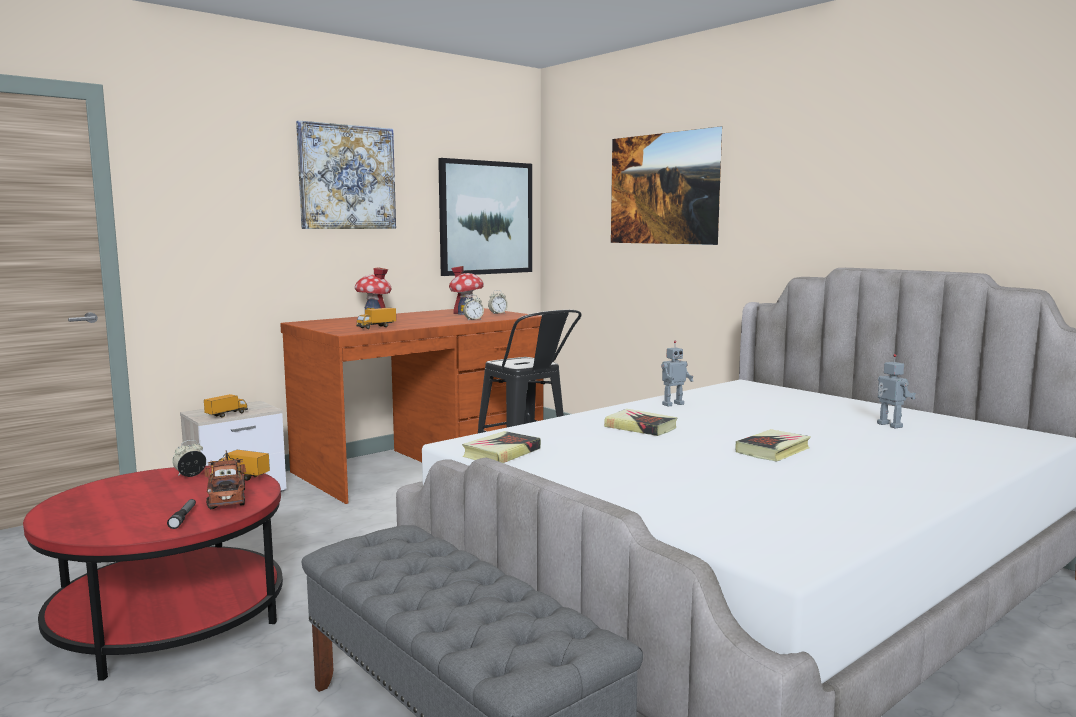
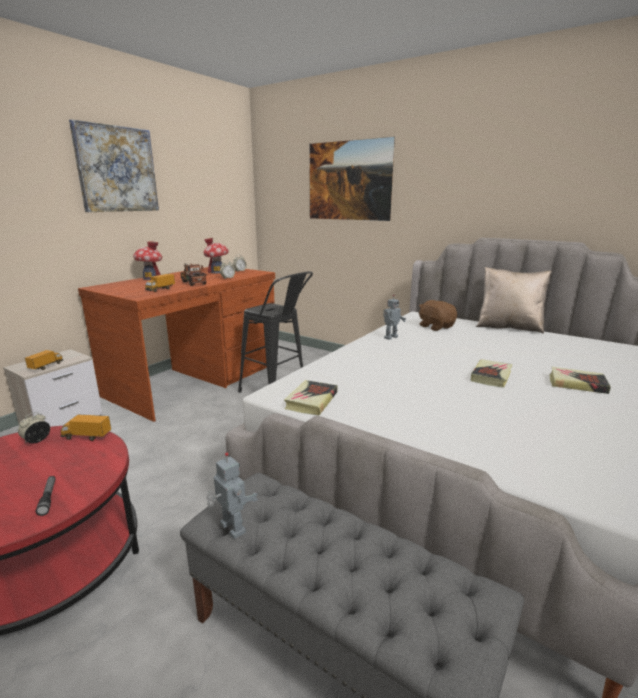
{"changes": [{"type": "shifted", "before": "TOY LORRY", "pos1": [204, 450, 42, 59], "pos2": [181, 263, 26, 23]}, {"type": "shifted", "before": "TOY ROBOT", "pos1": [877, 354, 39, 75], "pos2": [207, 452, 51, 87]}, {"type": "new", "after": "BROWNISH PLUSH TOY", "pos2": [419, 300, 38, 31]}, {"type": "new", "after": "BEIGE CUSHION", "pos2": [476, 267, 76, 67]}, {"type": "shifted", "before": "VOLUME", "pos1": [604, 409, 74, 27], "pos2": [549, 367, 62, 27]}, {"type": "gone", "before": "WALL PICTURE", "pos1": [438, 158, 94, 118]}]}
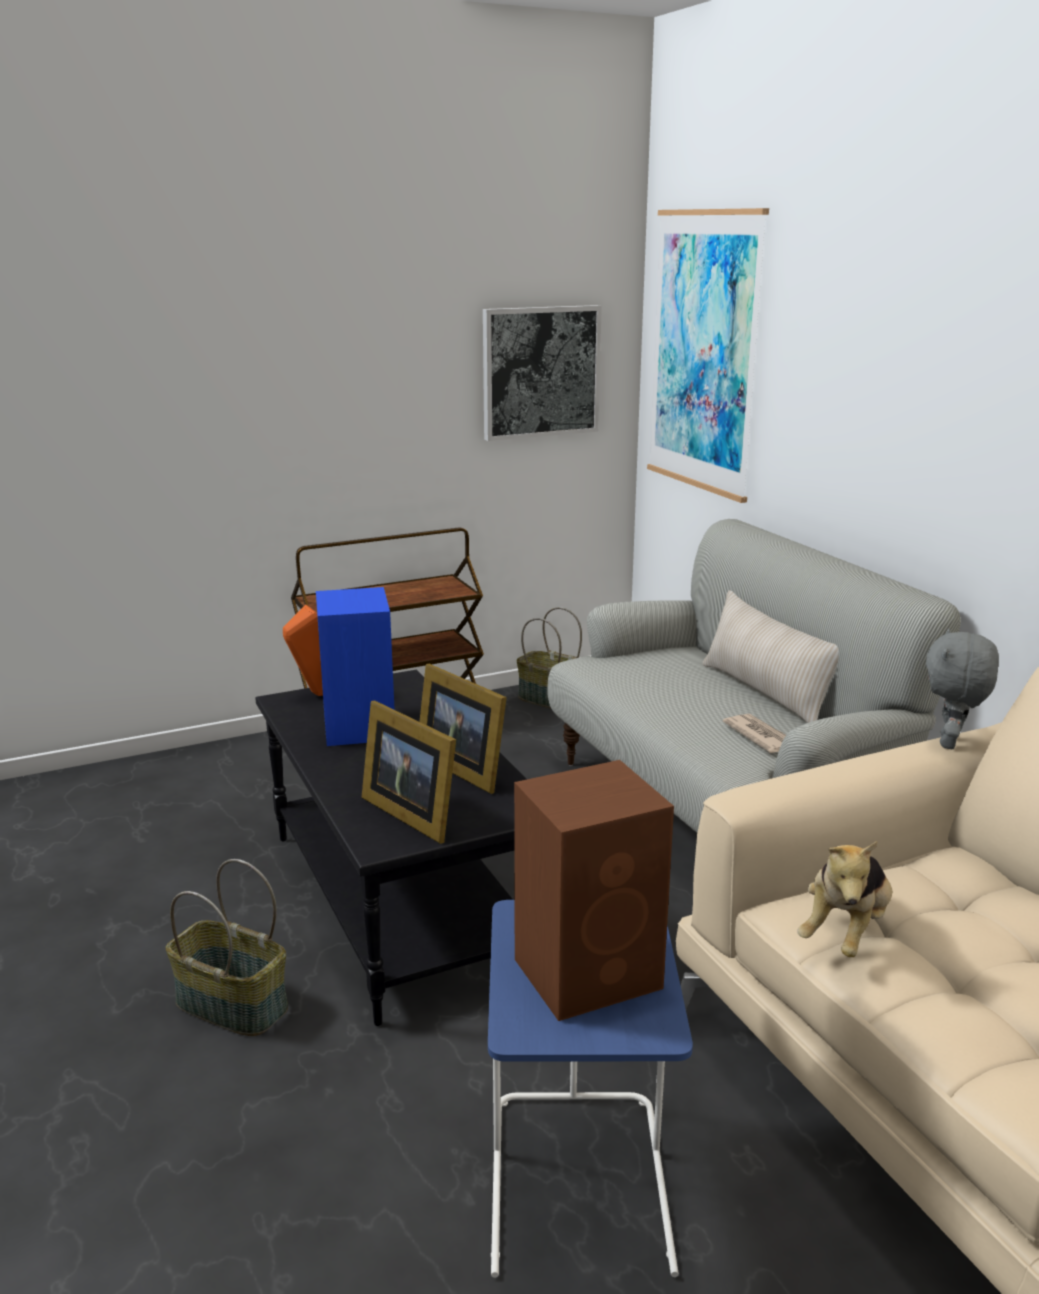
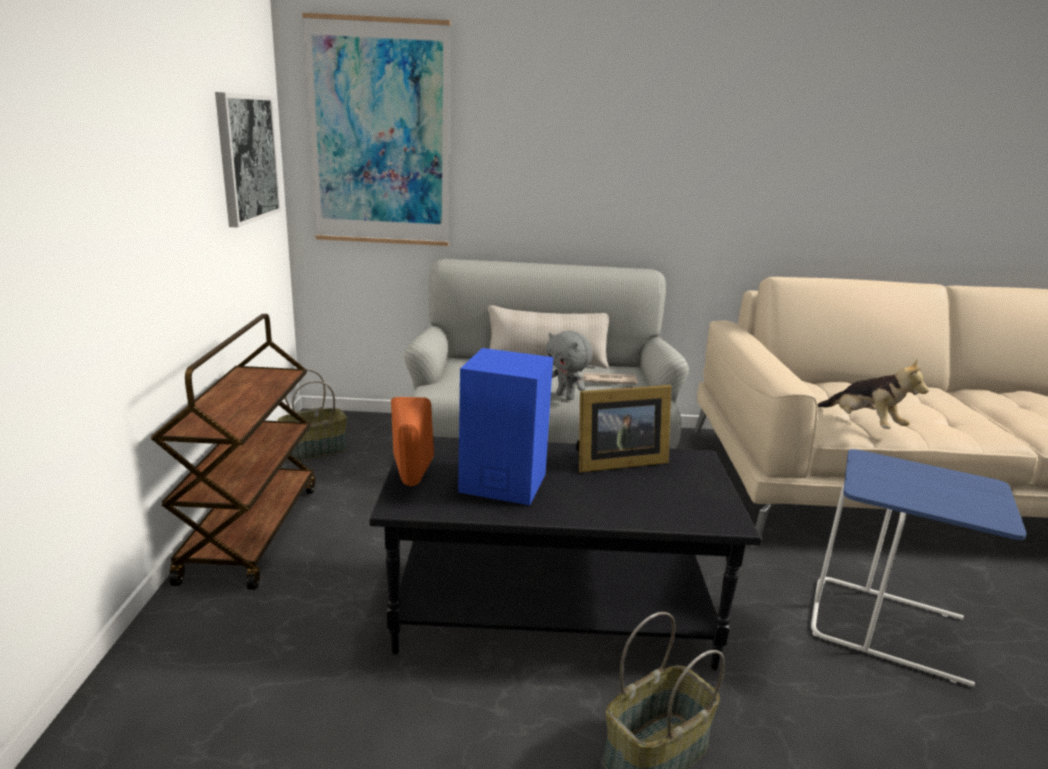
{"changes": [{"type": "shifted", "before": "GRAY PLUSH TOY", "pos1": [926, 628, 73, 121], "pos2": [546, 331, 47, 69]}, {"type": "gone", "before": "PICTURE FRAME", "pos1": [361, 700, 95, 144]}, {"type": "gone", "before": "BROWNISH SPEAKER", "pos1": [514, 760, 160, 261]}]}
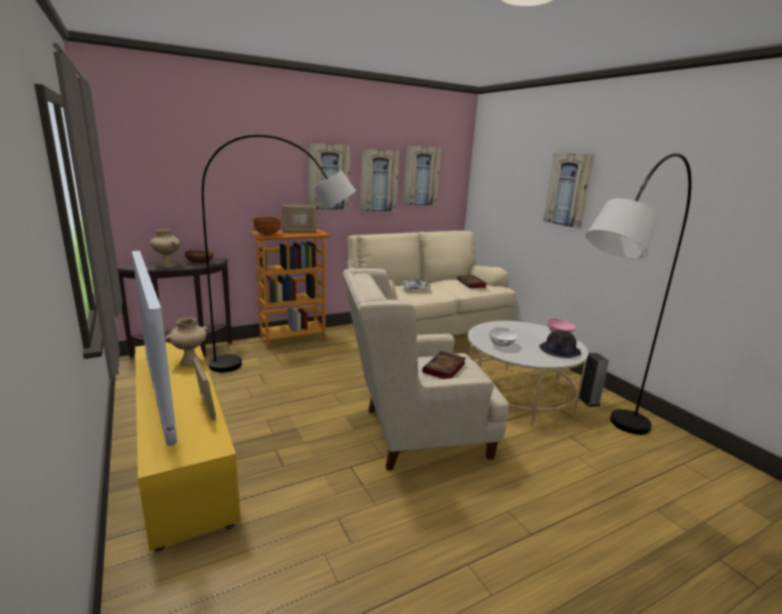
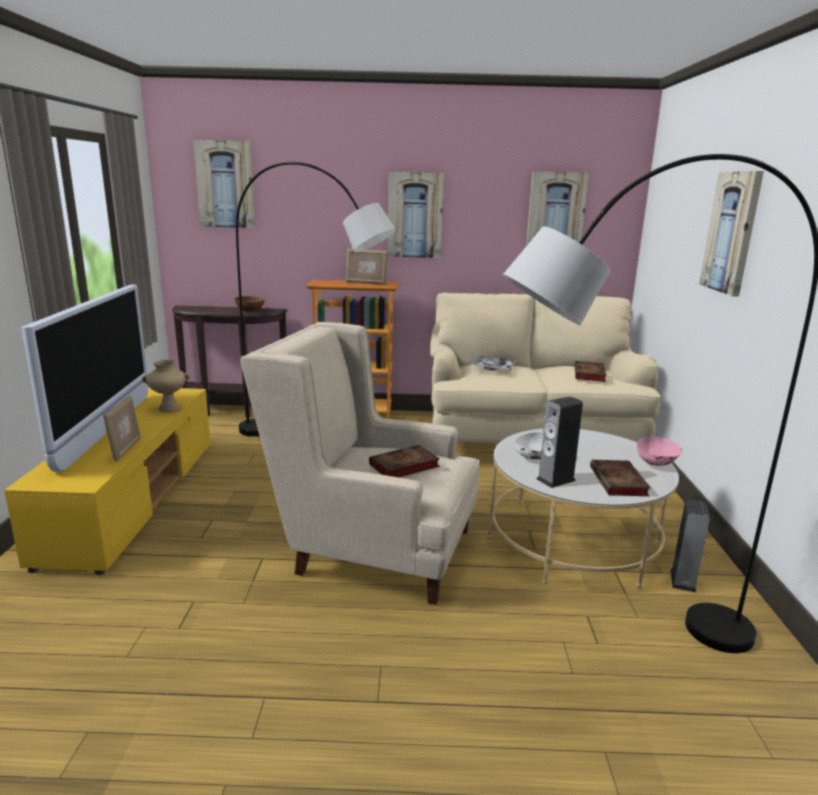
{"changes": [{"type": "shifted", "before": "WALL PICTURE", "pos1": [360, 149, 39, 63], "pos2": [194, 140, 61, 88]}, {"type": "new", "after": "SPEAKER", "pos2": [536, 396, 47, 92]}, {"type": "swapped", "before": "BLACK-COLOURED WEARABLE HAT", "after": "VOLUME", "pos1": [539, 330, 42, 28], "pos2": [590, 460, 61, 36]}, {"type": "gone", "before": "BEIGE DECORATIVE VASE", "pos1": [150, 229, 31, 39]}, {"type": "gone", "before": "BROWNISH SERVING BOWL", "pos1": [252, 216, 29, 20]}]}
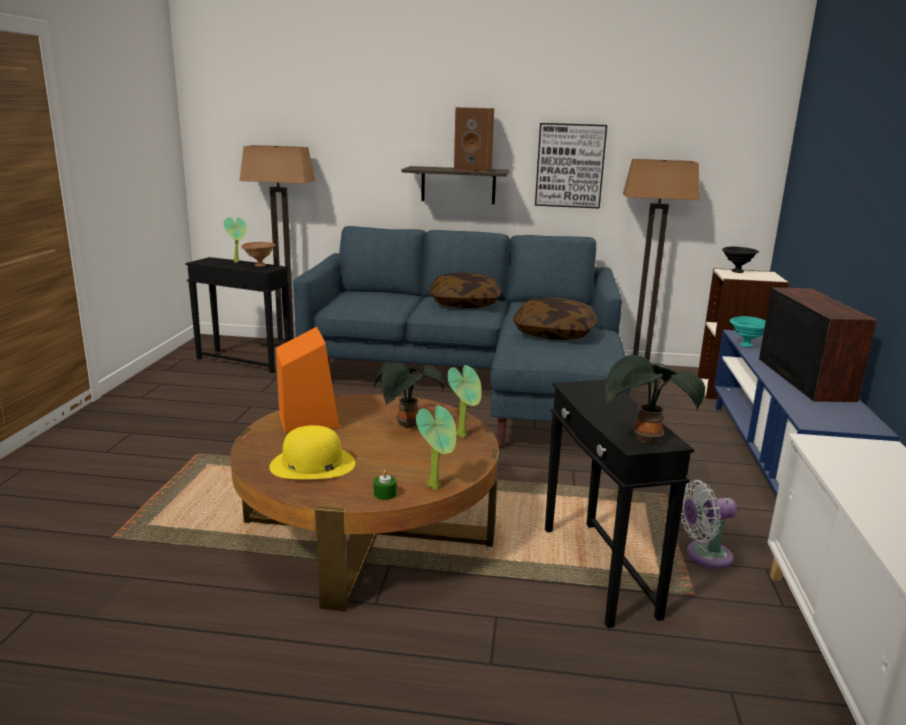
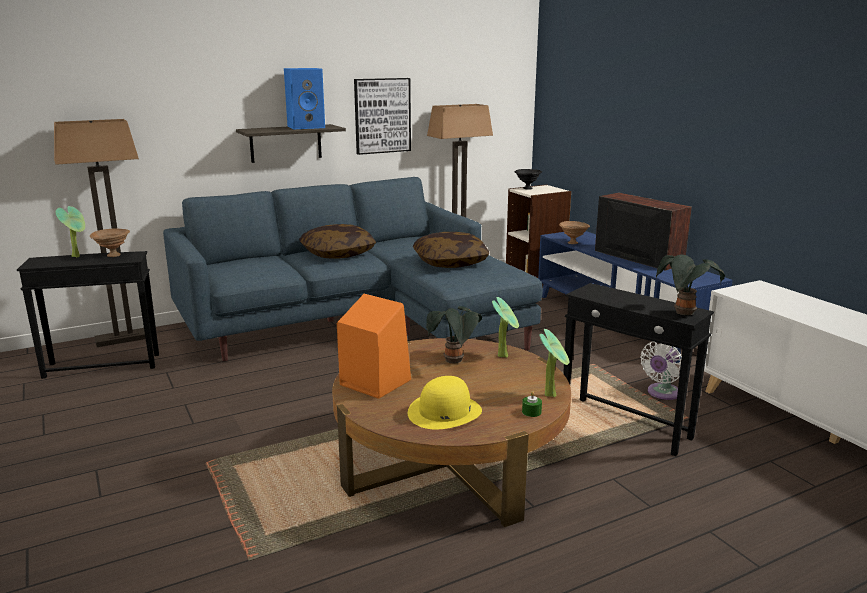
{"changes": [{"type": "repainted", "before": "BROWNISH SPEAKER", "after": "BLUISH SPEAKER", "pos1": [454, 107, 40, 65], "pos2": [284, 68, 41, 61]}, {"type": "repainted", "before": "TURQUOISE-COLOURED SERVING BOWL", "after": "BROWNISH SERVING BOWL", "pos1": [730, 316, 36, 31], "pos2": [559, 221, 31, 23]}]}
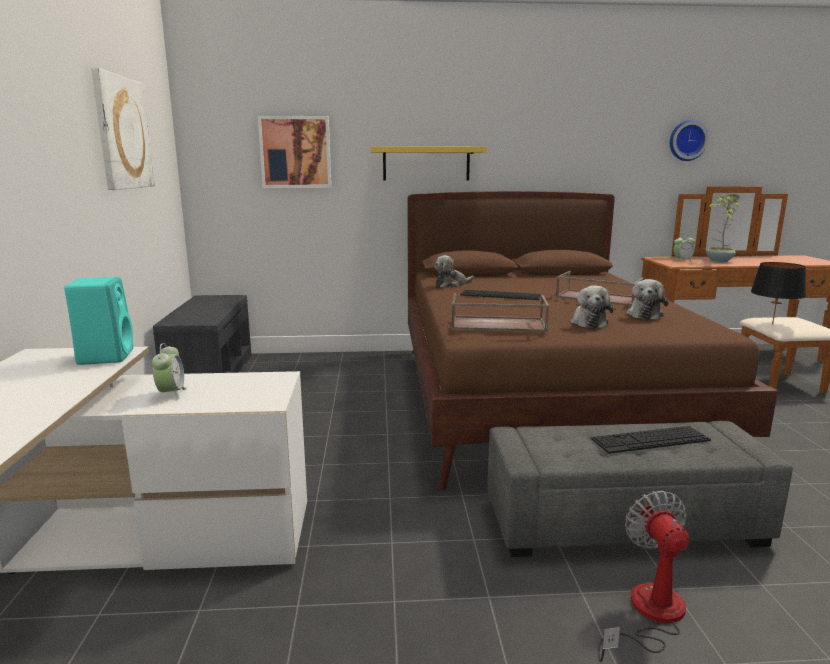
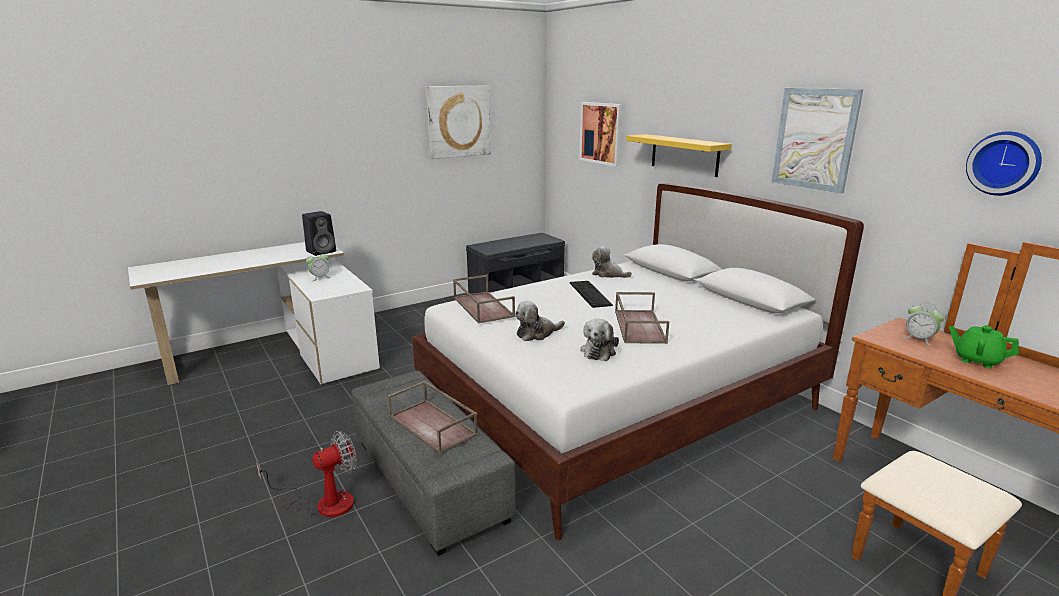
{"changes": [{"type": "repainted", "before": "TURQUOISE-COLOURED SPEAKER", "after": "BLACK-COLOURED SPEAKER", "pos1": [64, 277, 69, 88], "pos2": [302, 211, 34, 45]}, {"type": "swapped", "before": "COMPUTER KEYBOARD", "after": "BROWNISH CARRYING TRAY", "pos1": [591, 426, 120, 28], "pos2": [388, 381, 90, 73]}, {"type": "repainted", "before": "BROWNISH BEDROOM BED", "after": "WHITE-COLOURED BEDROOM BED", "pos1": [407, 191, 371, 299], "pos2": [412, 183, 452, 357]}, {"type": "rotated", "before": "PLUSH TOY", "pos1": [626, 279, 43, 41], "pos2": [580, 319, 39, 42], "turn": -60}, {"type": "new", "after": "WALL PICTURE", "pos2": [771, 88, 92, 106]}, {"type": "swapped", "before": "HOUSEPLANT", "after": "GREENISH TEA POT", "pos1": [706, 194, 33, 68], "pos2": [949, 325, 70, 44]}, {"type": "gone", "before": "BLACK-COLOURED LAMP FOR A TABLE", "pos1": [751, 262, 55, 62]}]}
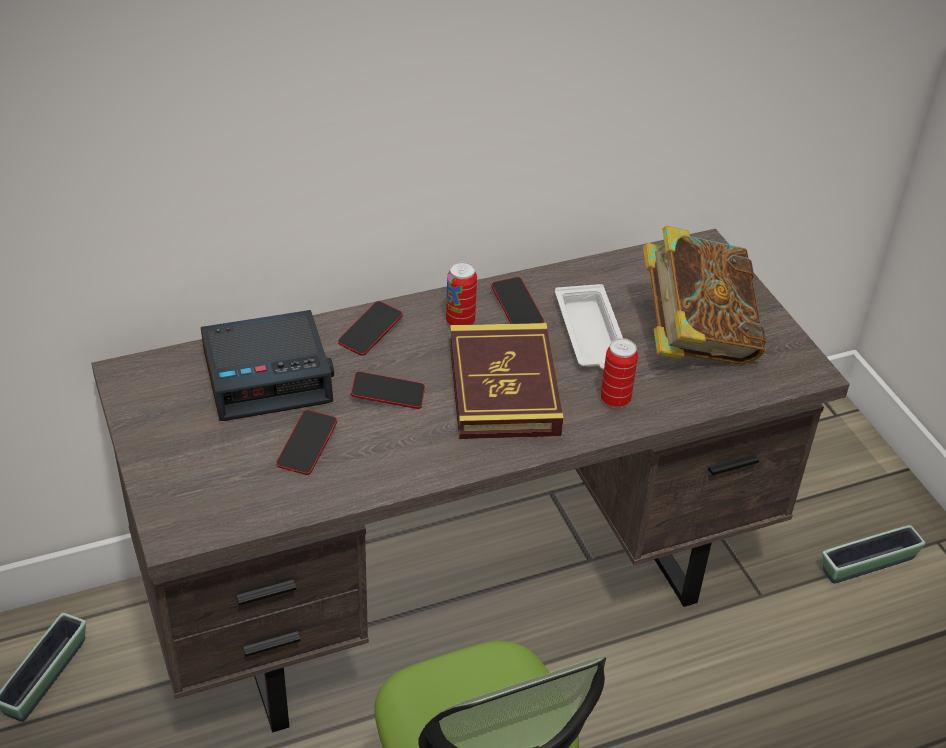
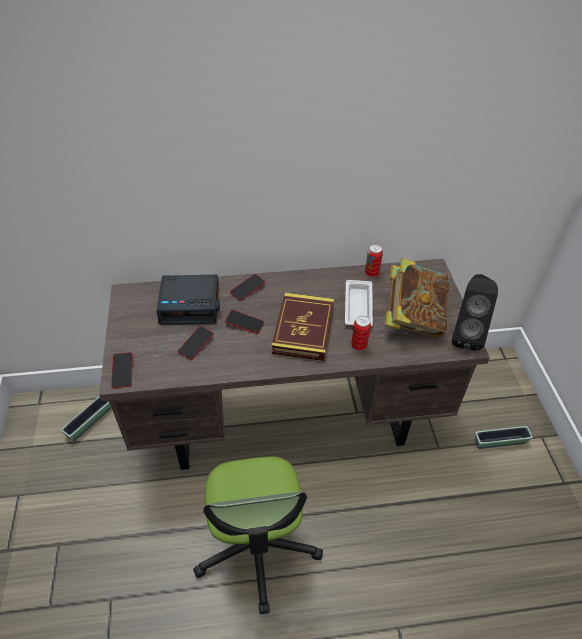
{"changes": [{"type": "shifted", "before": "TELEPHONE", "pos1": [491, 277, 53, 47], "pos2": [111, 352, 22, 36]}, {"type": "shifted", "before": "METAL CAN", "pos1": [446, 262, 31, 63], "pos2": [365, 244, 18, 33]}, {"type": "new", "after": "BLACK-COLOURED SPEAKER", "pos2": [452, 274, 46, 76]}]}
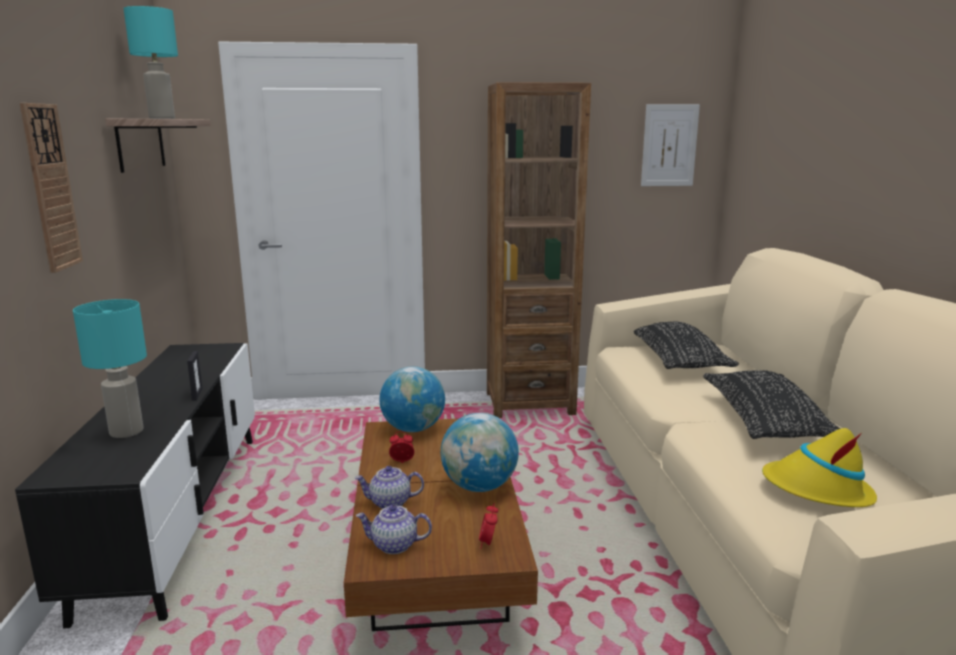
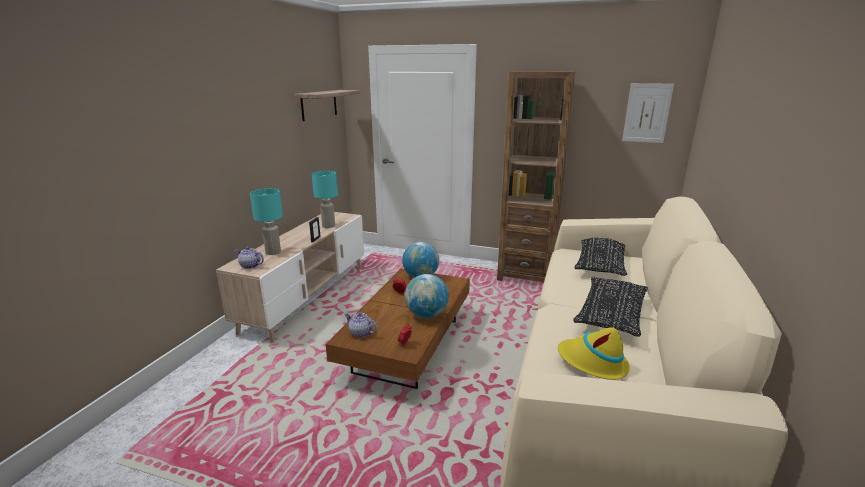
{"changes": [{"type": "repainted", "before": "BLACK-COLOURED TV UNIT", "after": "BEIGE TV UNIT", "pos1": [15, 343, 240, 286], "pos2": [216, 212, 148, 131]}, {"type": "shifted", "before": "TEA POT", "pos1": [355, 466, 69, 43], "pos2": [234, 247, 30, 22]}, {"type": "shifted", "before": "TURQUOISE-COLOURED LAMP FOR A TABLE", "pos1": [123, 6, 55, 113], "pos2": [312, 171, 26, 57]}, {"type": "gone", "before": "HANGING CLOCK", "pos1": [20, 103, 63, 170]}]}
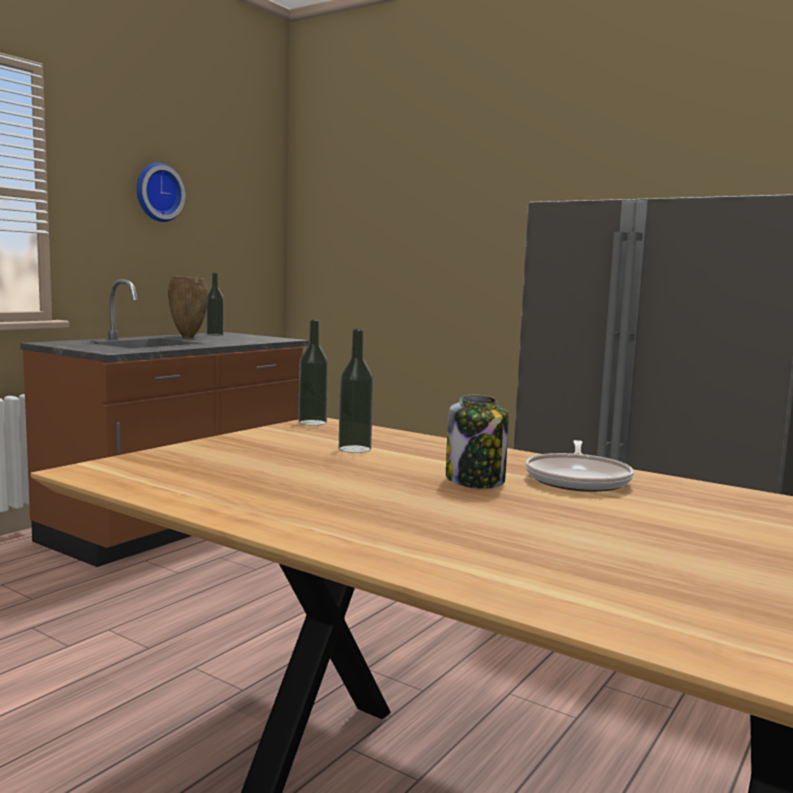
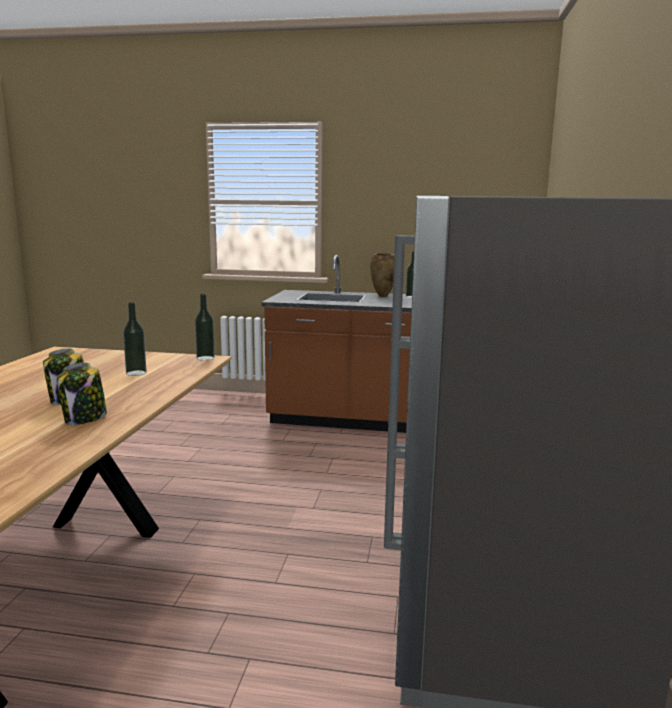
{"changes": [{"type": "swapped", "before": "FRYING PAN", "after": "STORAGE JAR", "pos1": [525, 440, 109, 52], "pos2": [57, 363, 50, 62]}, {"type": "gone", "before": "HANGING CLOCK", "pos1": [137, 163, 48, 59]}]}
